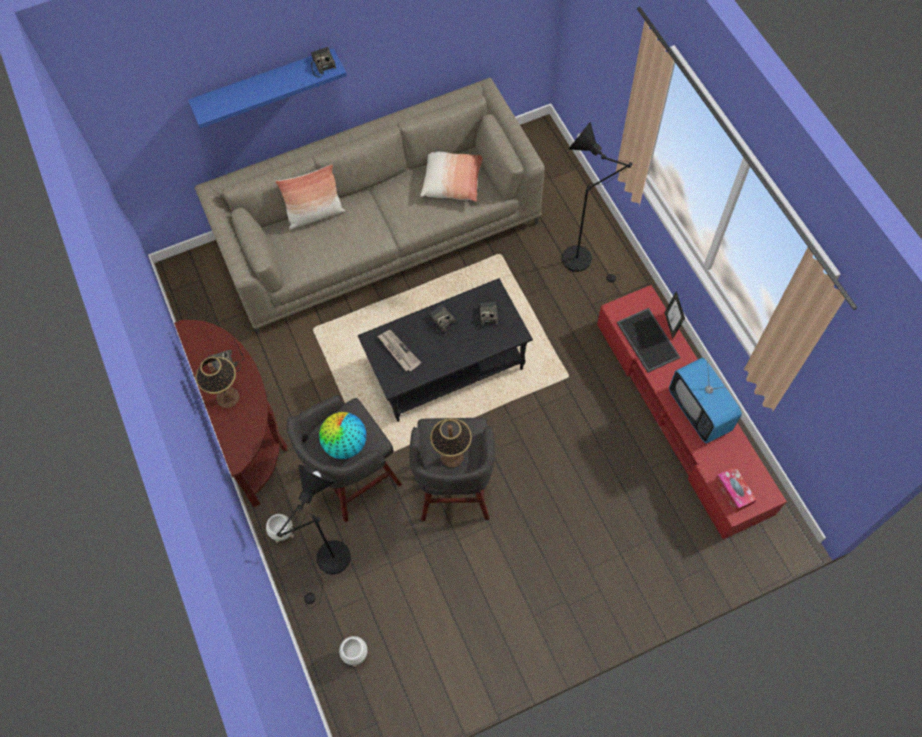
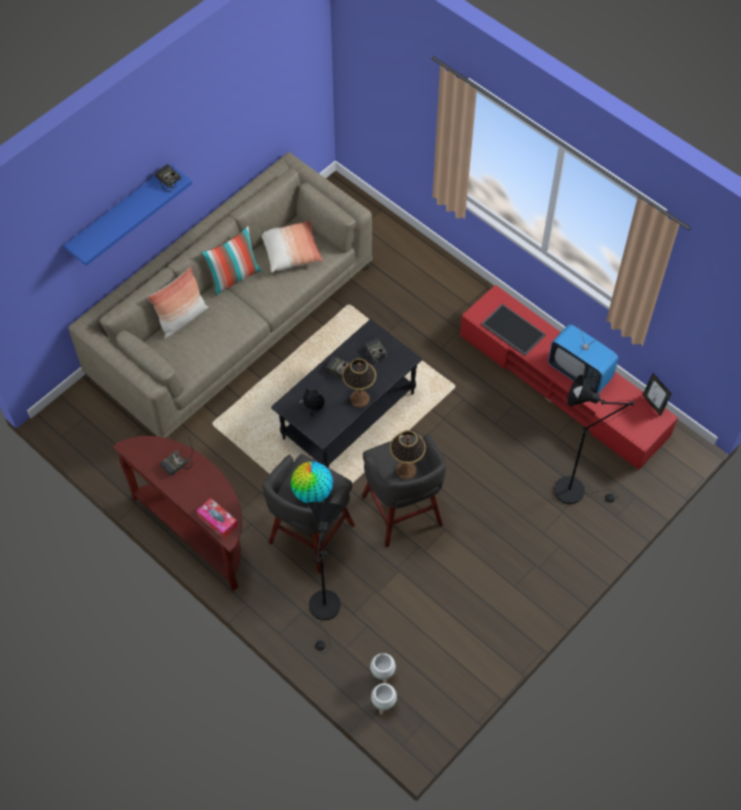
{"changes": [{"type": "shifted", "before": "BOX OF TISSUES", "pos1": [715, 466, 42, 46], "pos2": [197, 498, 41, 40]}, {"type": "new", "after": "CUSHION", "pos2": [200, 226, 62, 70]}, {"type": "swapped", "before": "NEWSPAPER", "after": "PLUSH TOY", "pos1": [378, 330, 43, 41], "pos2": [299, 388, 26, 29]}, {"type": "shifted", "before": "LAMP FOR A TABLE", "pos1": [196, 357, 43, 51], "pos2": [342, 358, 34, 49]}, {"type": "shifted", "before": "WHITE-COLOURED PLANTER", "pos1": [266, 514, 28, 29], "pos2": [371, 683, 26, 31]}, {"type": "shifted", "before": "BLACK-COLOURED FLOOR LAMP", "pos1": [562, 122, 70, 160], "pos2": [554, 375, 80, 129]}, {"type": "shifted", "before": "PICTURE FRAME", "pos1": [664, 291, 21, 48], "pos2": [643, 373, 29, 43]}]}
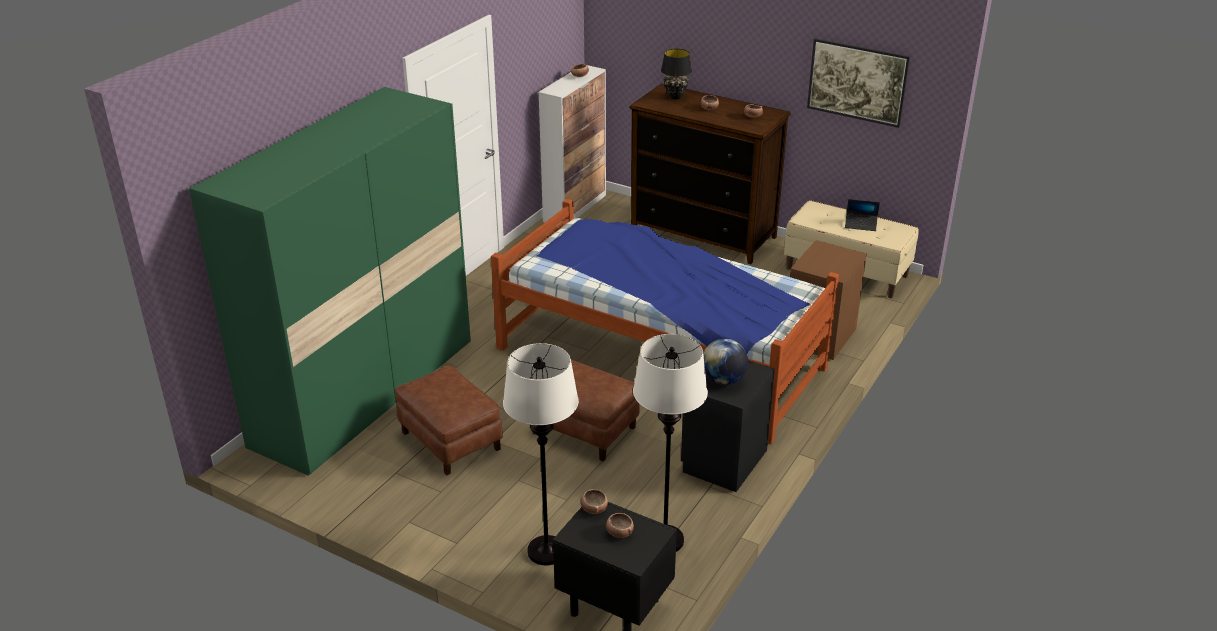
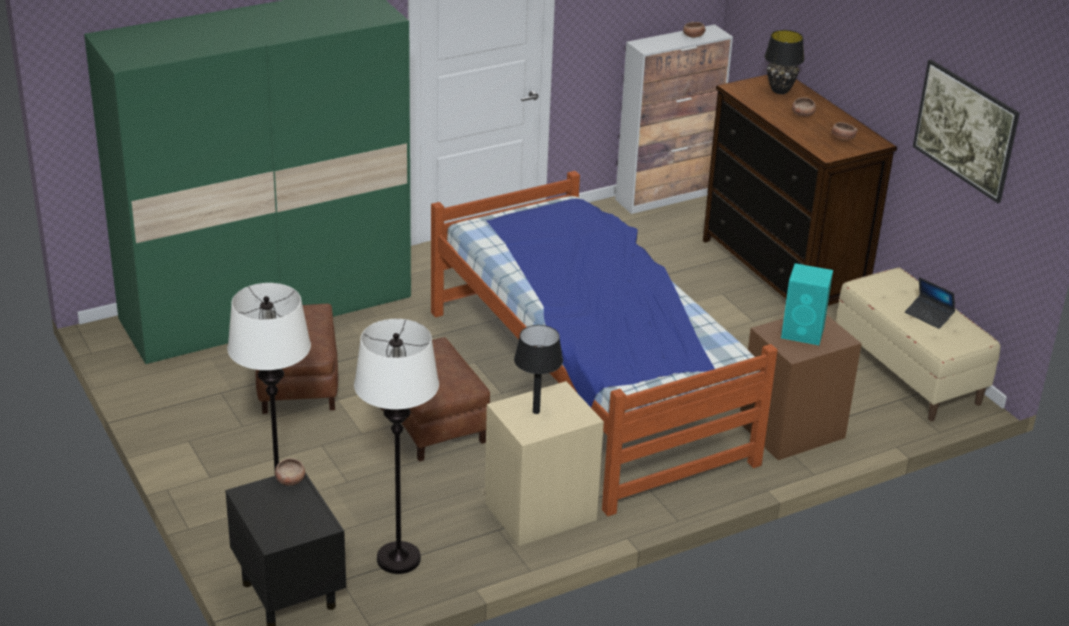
{"changes": [{"type": "repainted", "before": "BLACK-COLOURED NIGHT TABLE", "after": "BEIGE NIGHT TABLE", "pos1": [681, 360, 94, 132], "pos2": [485, 381, 119, 165]}, {"type": "swapped", "before": "DESK GLOBE", "after": "BLACK-COLOURED LAMP FOR A TABLE", "pos1": [703, 339, 45, 46], "pos2": [514, 325, 49, 89]}, {"type": "new", "after": "TURQUOISE-COLOURED SPEAKER", "pos2": [781, 263, 52, 82]}, {"type": "gone", "before": "SERVING BOWL", "pos1": [606, 513, 28, 25]}]}
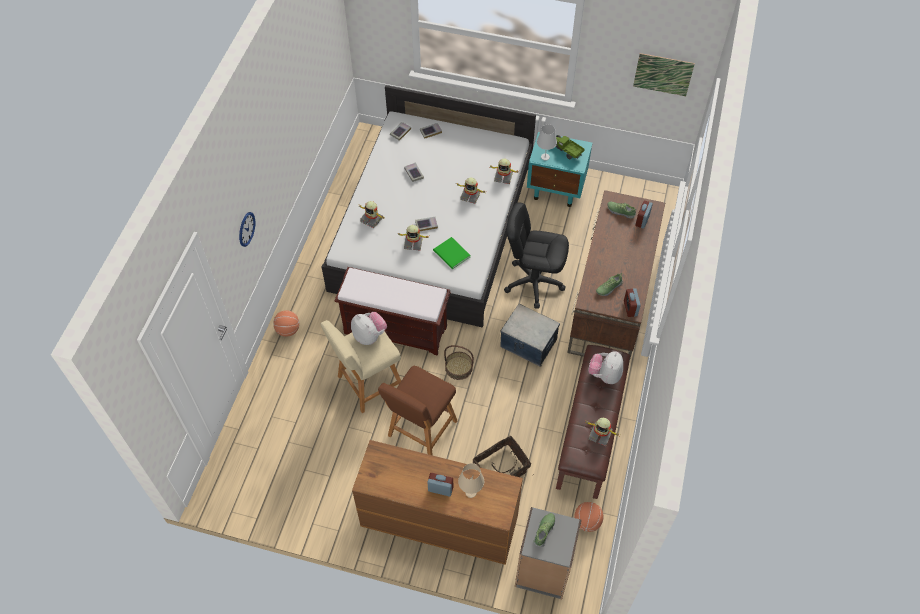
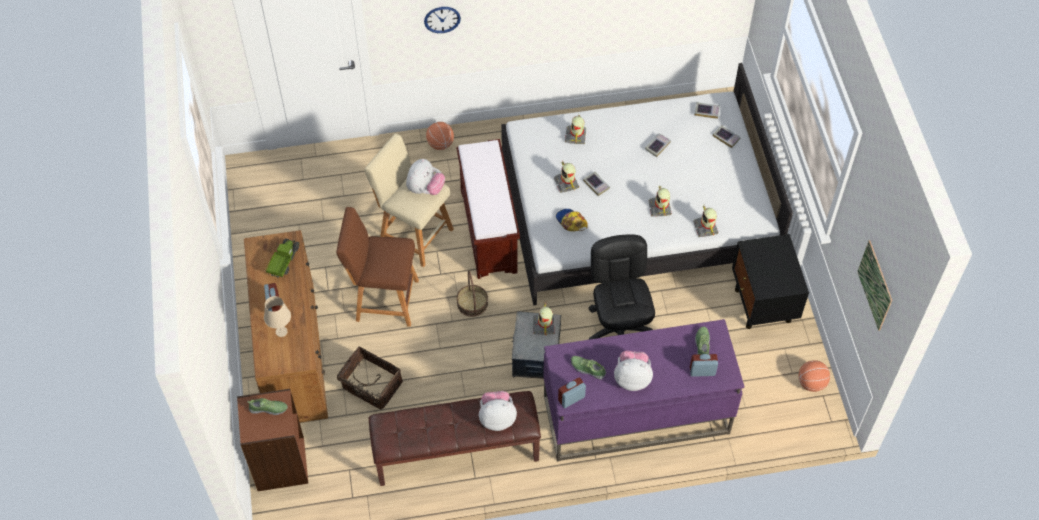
{"changes": [{"type": "repainted", "before": "GRAY SHELVING UNIT", "after": "BROWNISH SHELVING UNIT", "pos1": [515, 507, 66, 92], "pos2": [237, 389, 71, 102]}, {"type": "shifted", "before": "TOY LORRY", "pos1": [555, 135, 29, 24], "pos2": [266, 238, 34, 40]}, {"type": "shifted", "before": "TOY ROBOT", "pos1": [585, 418, 36, 28], "pos2": [533, 301, 21, 35]}, {"type": "repainted", "before": "BROWNISH DESK", "after": "PURPLE-COLOURED DESK", "pos1": [567, 190, 98, 171], "pos2": [543, 319, 201, 142]}, {"type": "swapped", "before": "GREENISH VOLUME", "after": "CAP", "pos1": [433, 237, 38, 32], "pos2": [556, 209, 31, 22]}, {"type": "new", "after": "PLUSH TOY", "pos2": [614, 351, 39, 40]}, {"type": "repainted", "before": "TURQUOISE-COLOURED NIGHT TABLE", "after": "BLACK-COLOURED NIGHT TABLE", "pos1": [527, 132, 65, 75], "pos2": [732, 234, 77, 95]}, {"type": "shifted", "before": "BASKETBALL BALL", "pos1": [574, 502, 30, 30], "pos2": [799, 360, 31, 32]}, {"type": "gone", "before": "WHITE-COLOURED LAMP FOR A TABLE", "pos1": [537, 124, 20, 37]}]}
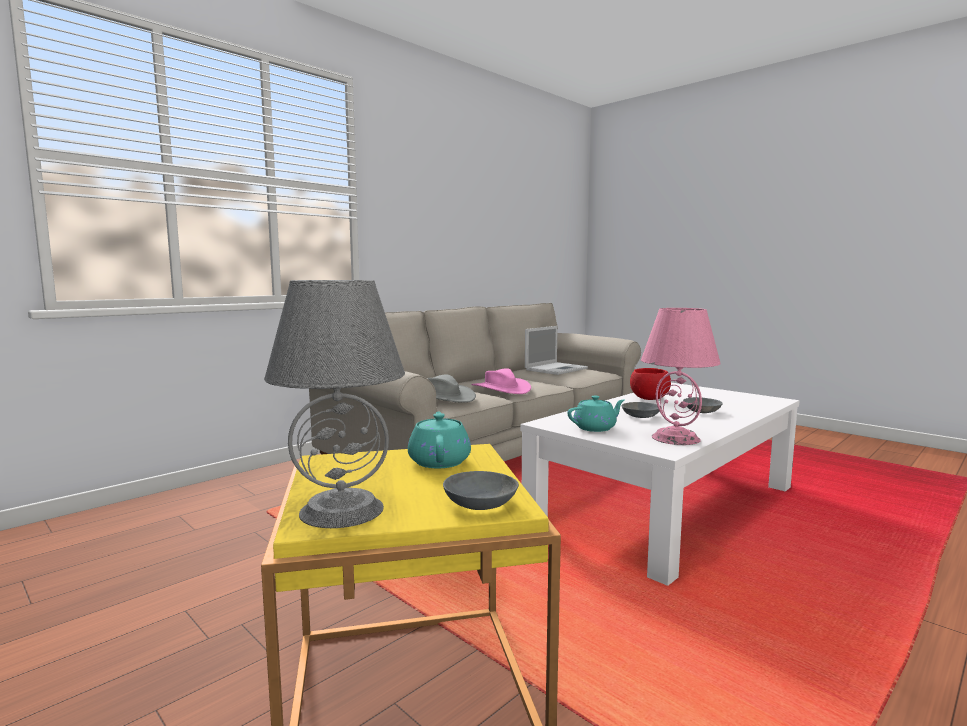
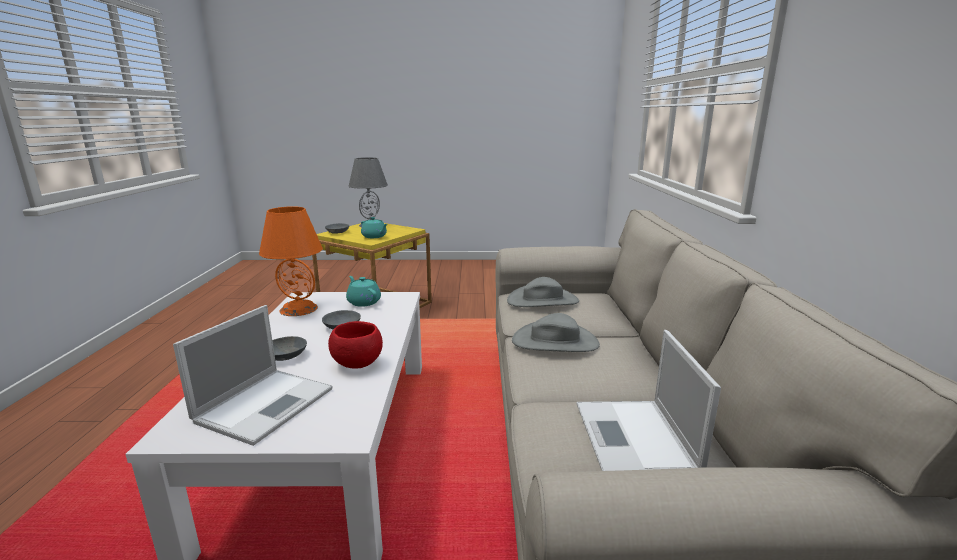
{"changes": [{"type": "new", "after": "NOTEBOOK COMPUTER", "pos2": [173, 305, 159, 141]}, {"type": "repainted", "before": "PINKISH LAMP FOR A TABLE", "after": "ORANGEY LAMP FOR A TABLE", "pos1": [641, 308, 80, 137], "pos2": [259, 207, 64, 109]}, {"type": "rotated", "before": "TURQUOISE-COLOURED TEA POT", "pos1": [567, 396, 58, 36], "pos2": [346, 276, 35, 31], "turn": 120}, {"type": "repainted", "before": "PINKISH WEARABLE HAT", "after": "GRAY WEARABLE HAT", "pos1": [471, 368, 60, 26], "pos2": [512, 313, 88, 39]}]}
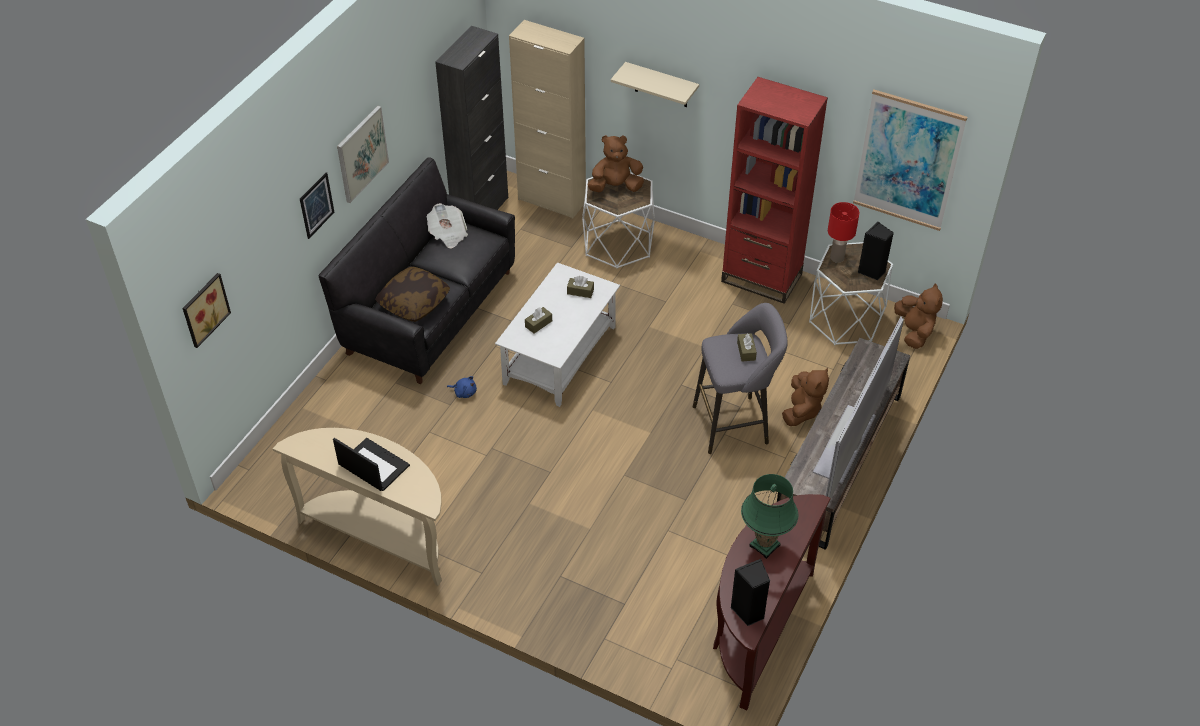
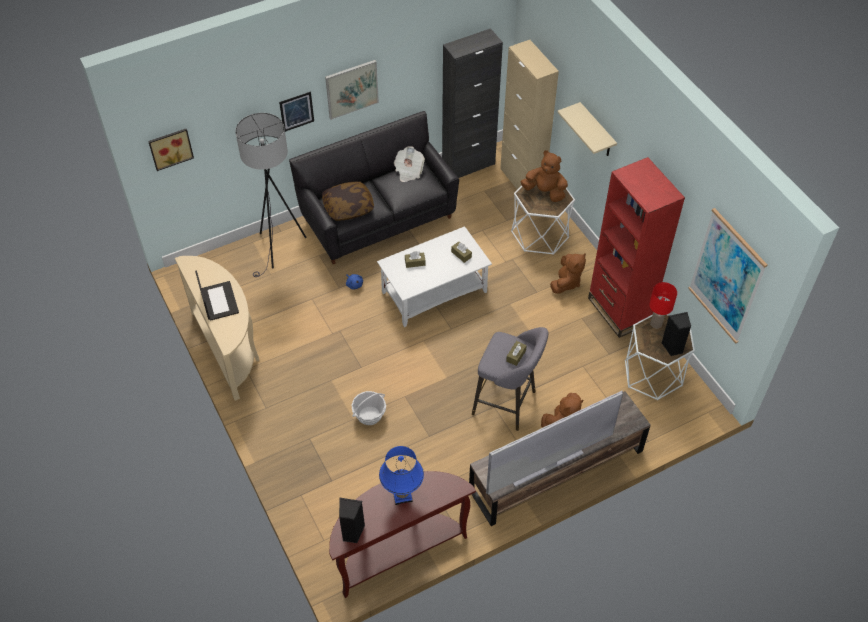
{"changes": [{"type": "new", "after": "GRAY FLOOR LAMP", "pos2": [235, 113, 72, 164]}, {"type": "new", "after": "HOUSEHOLD BASKET", "pos2": [351, 391, 35, 34]}, {"type": "repainted", "before": "GREENISH LAMP FOR A TABLE", "after": "BLUISH LAMP FOR A TABLE", "pos1": [741, 474, 57, 85], "pos2": [379, 446, 45, 59]}, {"type": "shifted", "before": "BROWNISH PLUSH TOY", "pos1": [894, 283, 49, 66], "pos2": [550, 253, 36, 41]}]}
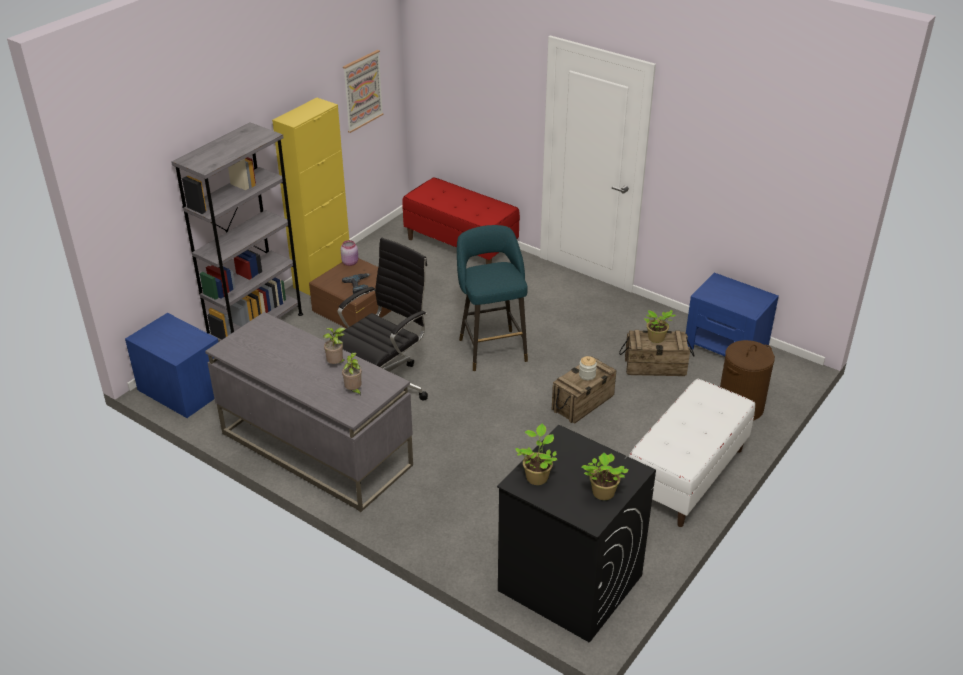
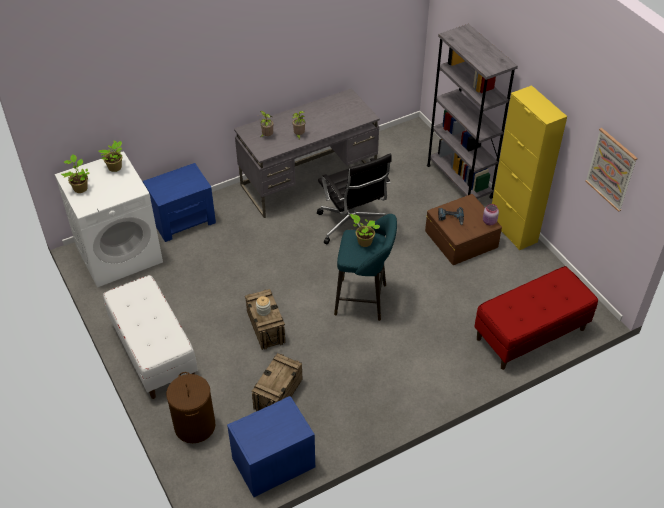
{"changes": [{"type": "repainted", "before": "BLACK-COLOURED WASHING MACHINE", "after": "WHITE-COLOURED WASHING MACHINE", "pos1": [497, 425, 159, 218], "pos2": [55, 151, 108, 137]}, {"type": "shifted", "before": "BLUISH NIGHT TABLE", "pos1": [125, 313, 93, 105], "pos2": [143, 163, 73, 79]}, {"type": "shifted", "before": "HOUSEPLANT", "pos1": [644, 310, 32, 33], "pos2": [350, 214, 30, 33]}]}
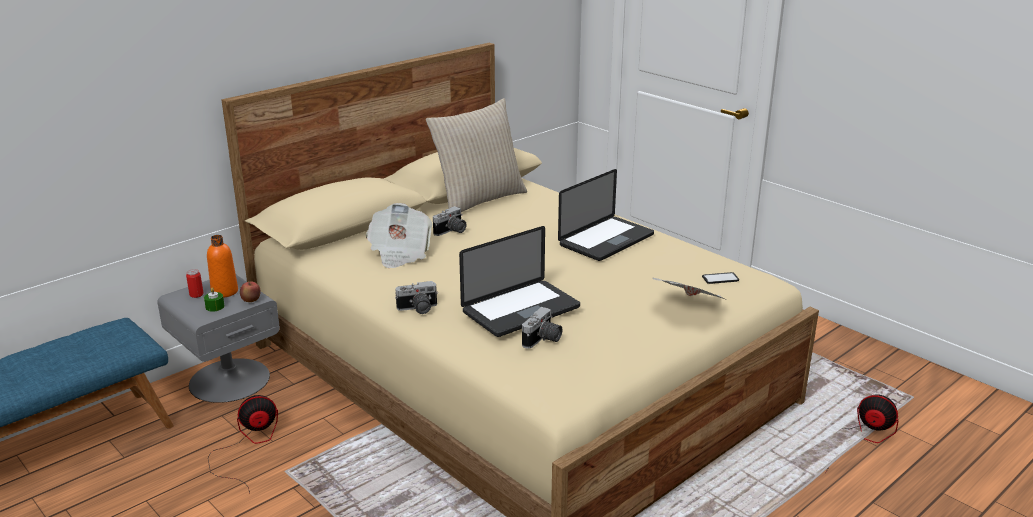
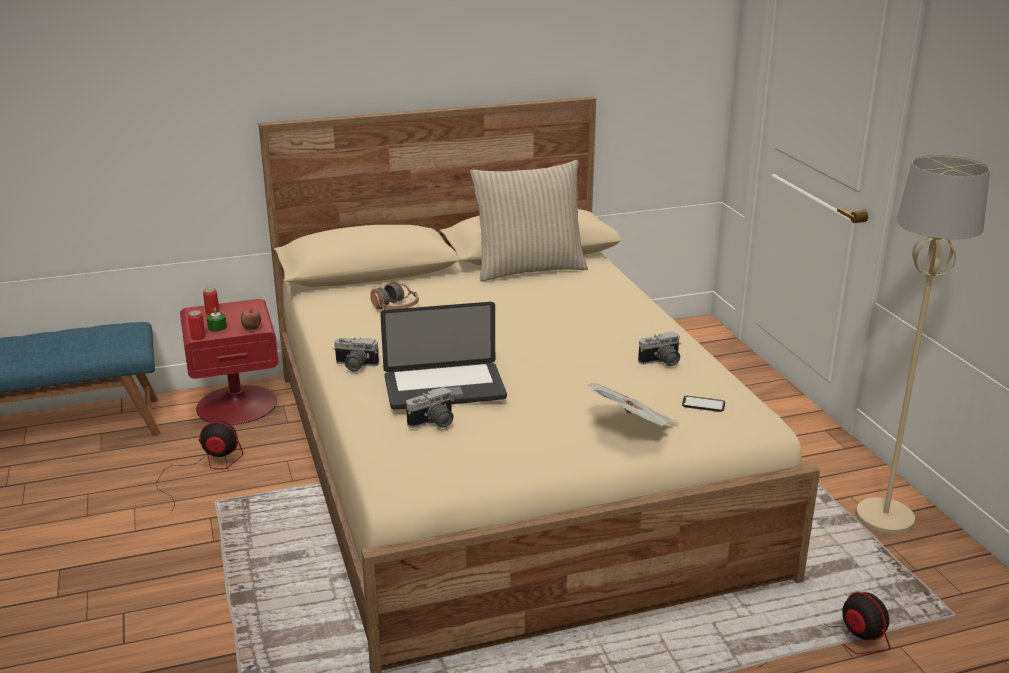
{"changes": [{"type": "repainted", "before": "GRAY NIGHT TABLE", "after": "REDDISH NIGHT TABLE", "pos1": [157, 275, 123, 128], "pos2": [180, 299, 98, 126]}, {"type": "new", "after": "METAL CAN", "pos2": [188, 310, 17, 30]}, {"type": "swapped", "before": "NEWSPAPER", "after": "PAIR OF HEADPHONES", "pos1": [366, 203, 66, 65], "pos2": [370, 282, 49, 28]}, {"type": "shifted", "before": "STILL CAMERA", "pos1": [433, 206, 34, 30], "pos2": [638, 332, 43, 34]}, {"type": "new", "after": "BEIGE FLOOR LAMP", "pos2": [856, 155, 134, 380]}, {"type": "gone", "before": "ORANGEY BEVERAGE BOTTLE", "pos1": [207, 235, 31, 63]}, {"type": "gone", "before": "NOTEBOOK COMPUTER", "pos1": [558, 169, 96, 92]}]}
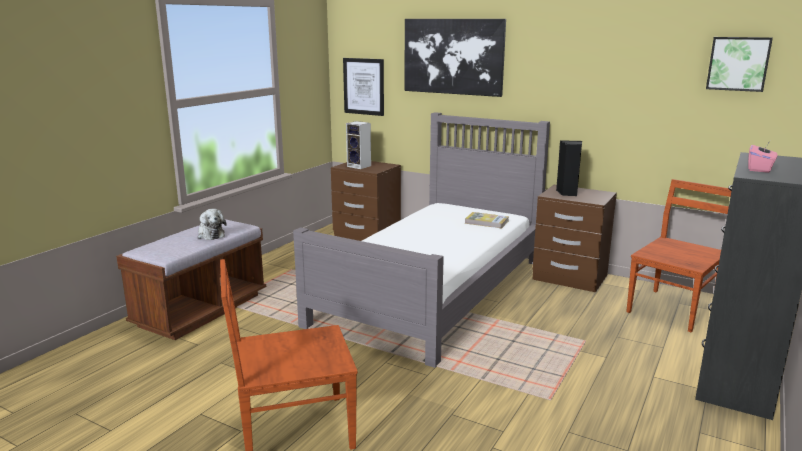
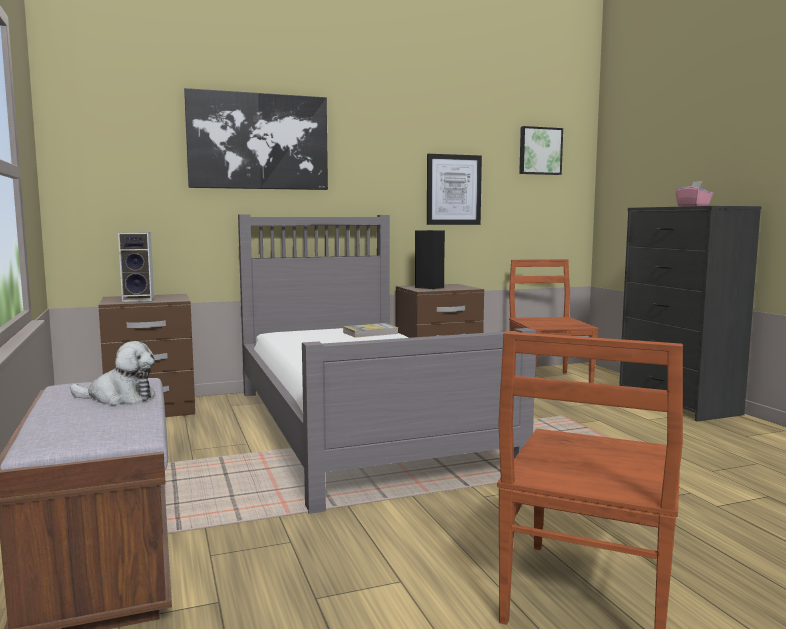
{"changes": [{"type": "shifted", "before": "WALL PICTURE", "pos1": [343, 58, 41, 58], "pos2": [427, 154, 55, 71]}]}
